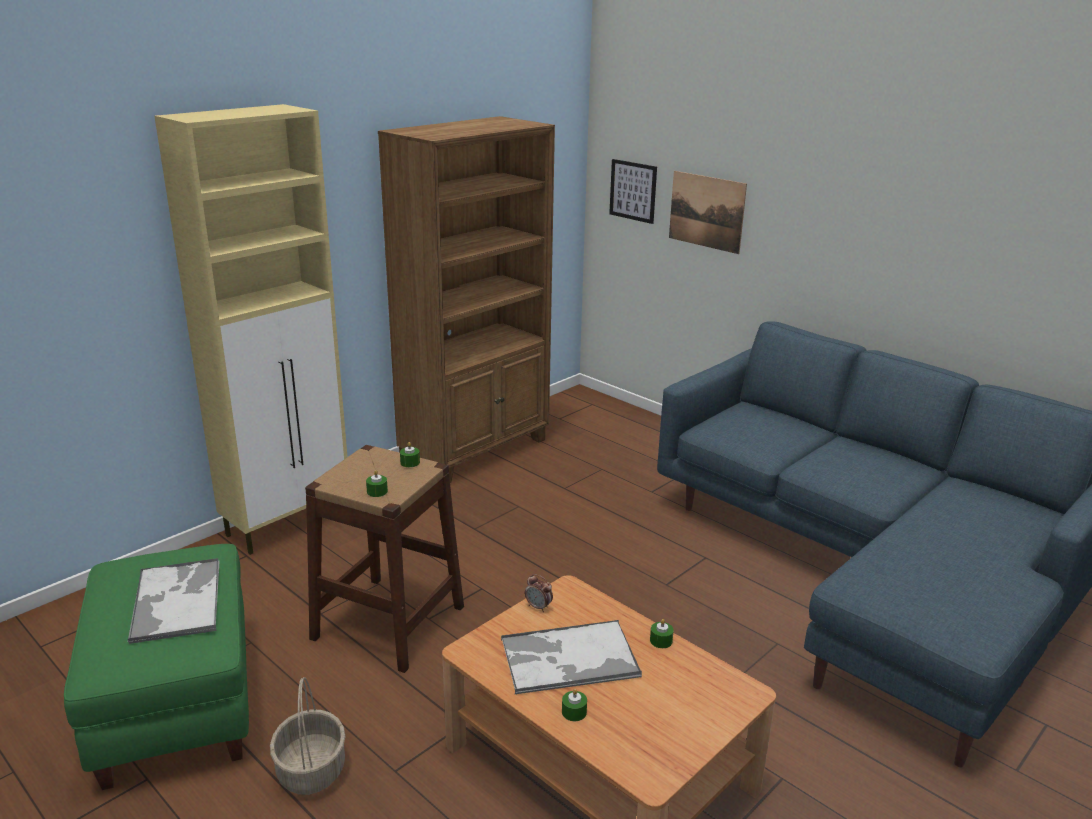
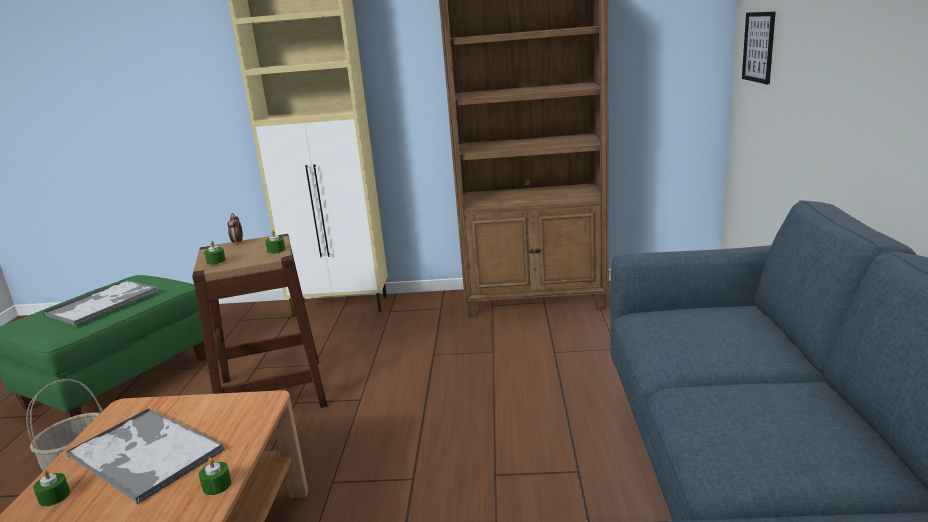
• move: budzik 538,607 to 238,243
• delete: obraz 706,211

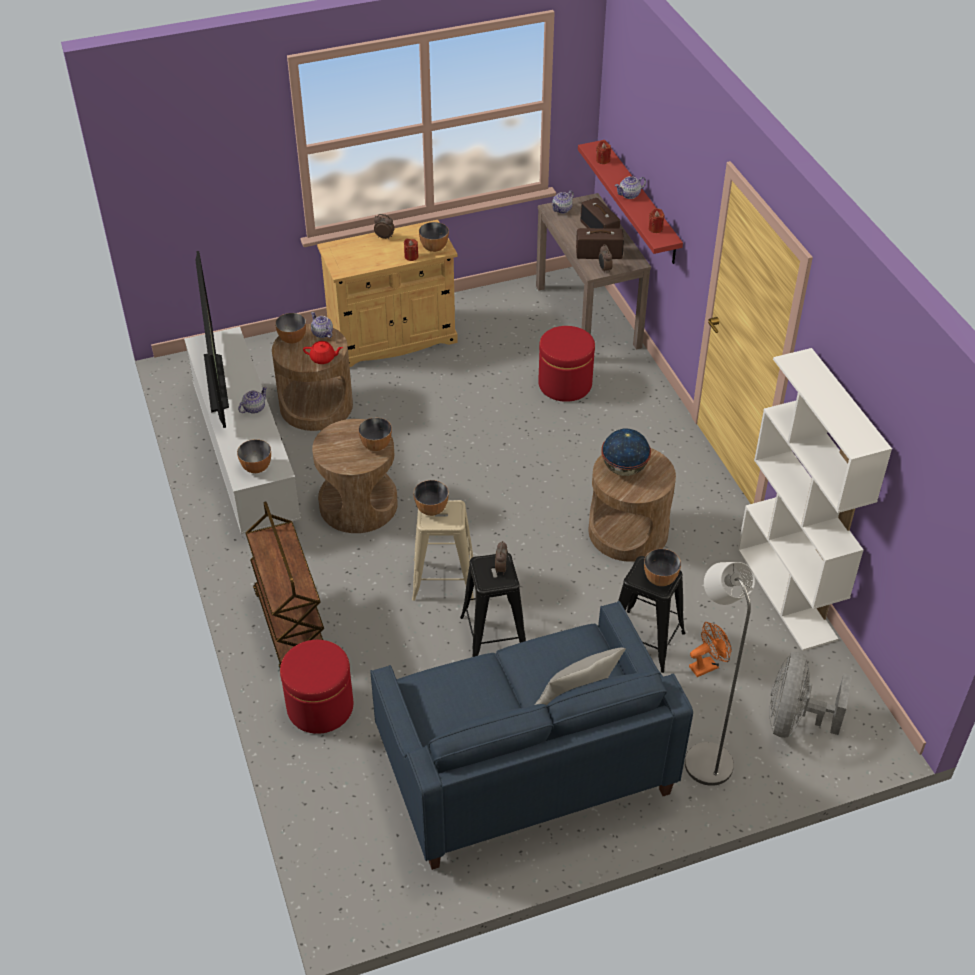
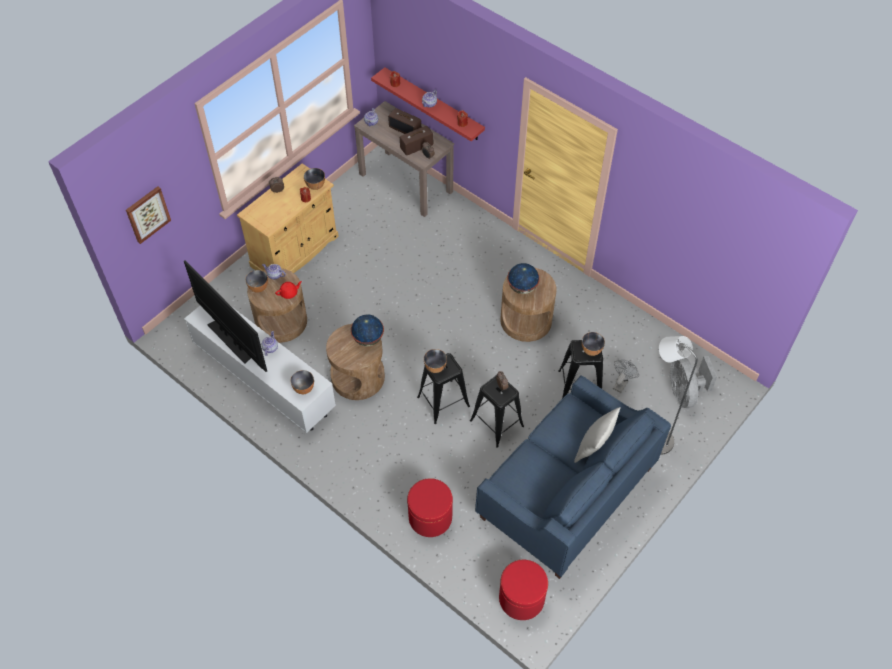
• insert: obraz 147,214
• replace: miska 376,445 to globus 368,339
• recolor: stołek/beżowy 443,579 to stołek/czarny 443,402
• move: pufa/czerwony 565,384 to 521,598
• recolor: wentylator/pomarańczowy 707,665 to wentylator/szary 621,383
• delete: wózek/brązowy 290,626
• delete: regał/biały 787,594

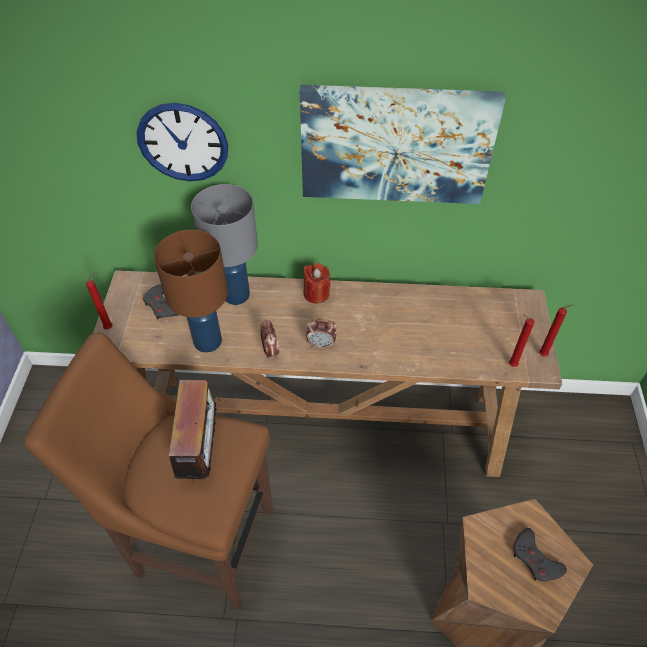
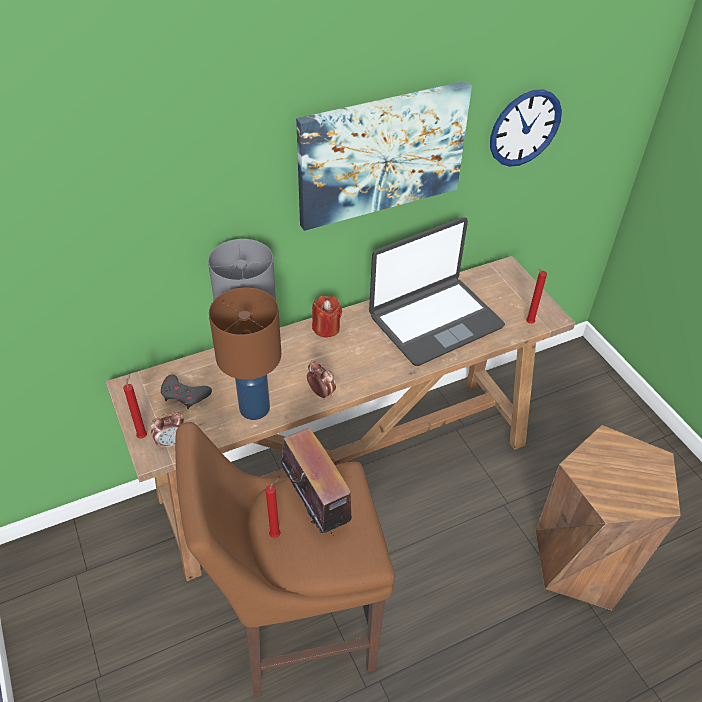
• move: budzik 321,344 to 172,442
• move: świeca/czerwony 544,355 to 276,534
• insert: laptop 435,321
• move: zegar ścienny 183,143 to 525,128
• delete: pad do gier/szary 535,559

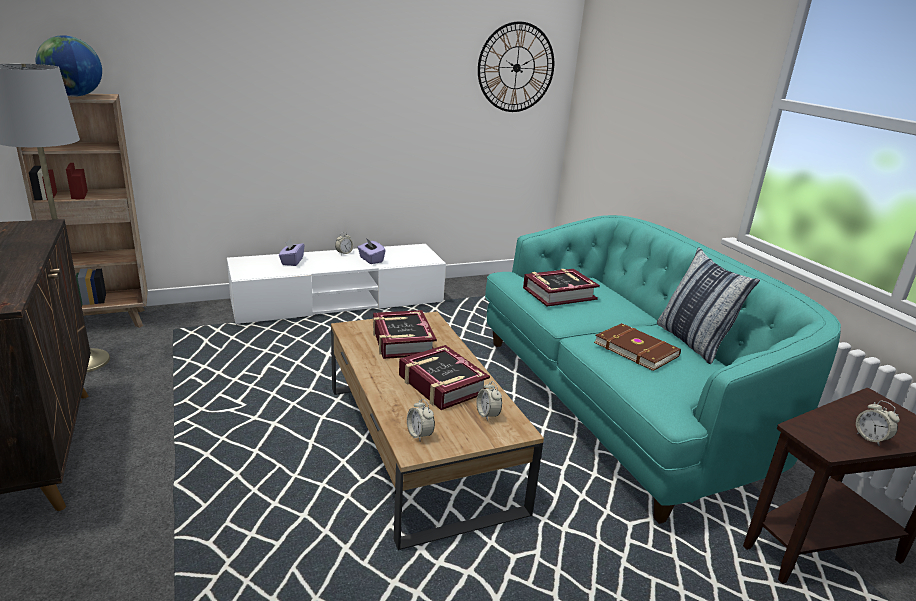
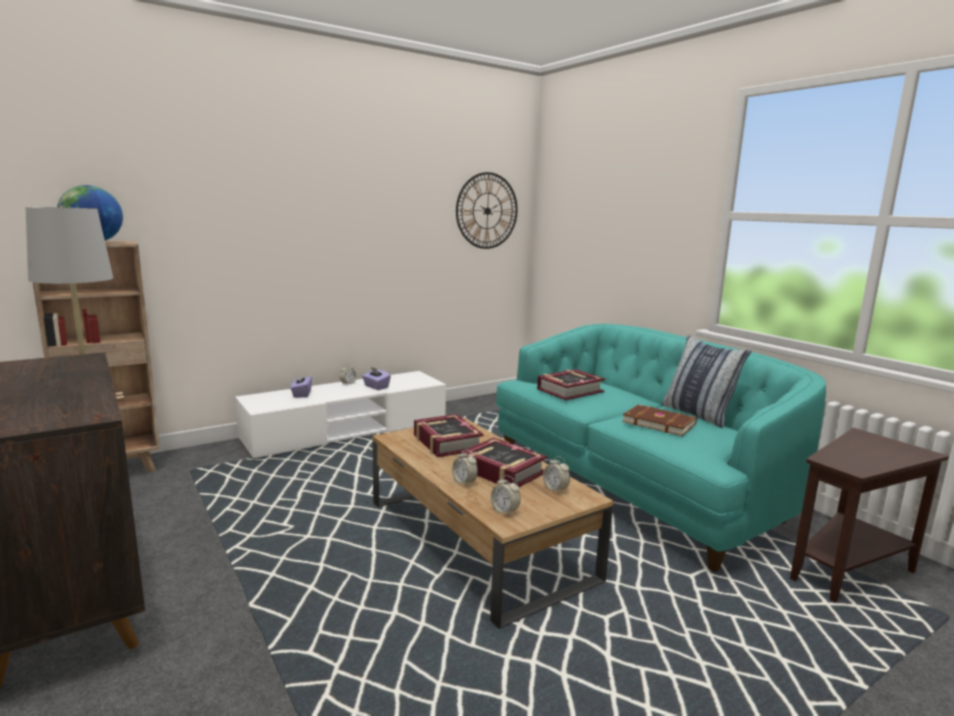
• move: budzik 871,438 to 464,482

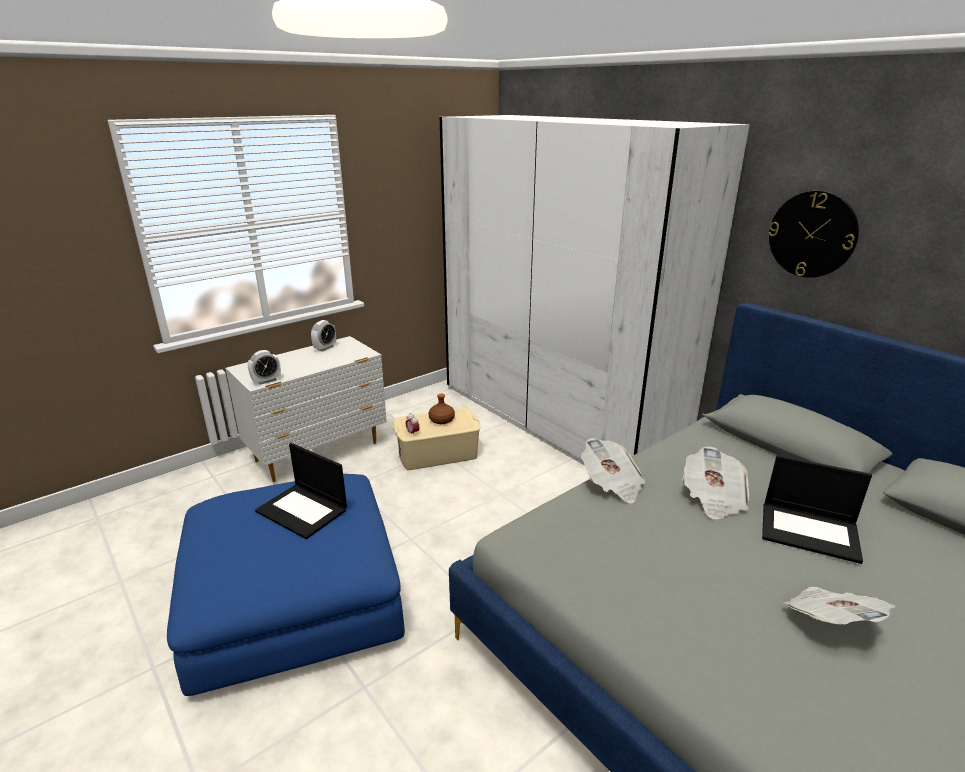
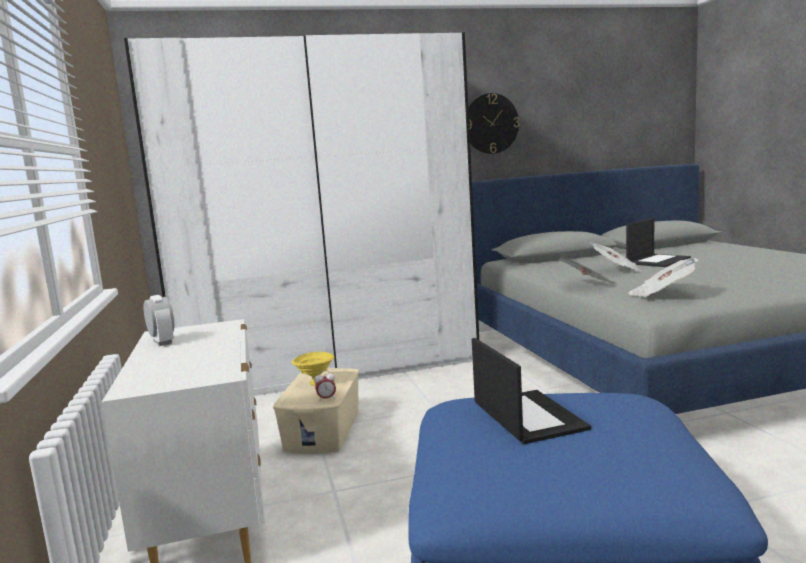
• replace: butelka/brązowy 441,420 to miska/żółty 315,383
• rotate: laptop 303,510 = 527,416 75 degrees counterclockwise
• move: gazeta 830,621 to 662,294
• delete: budzik 266,381

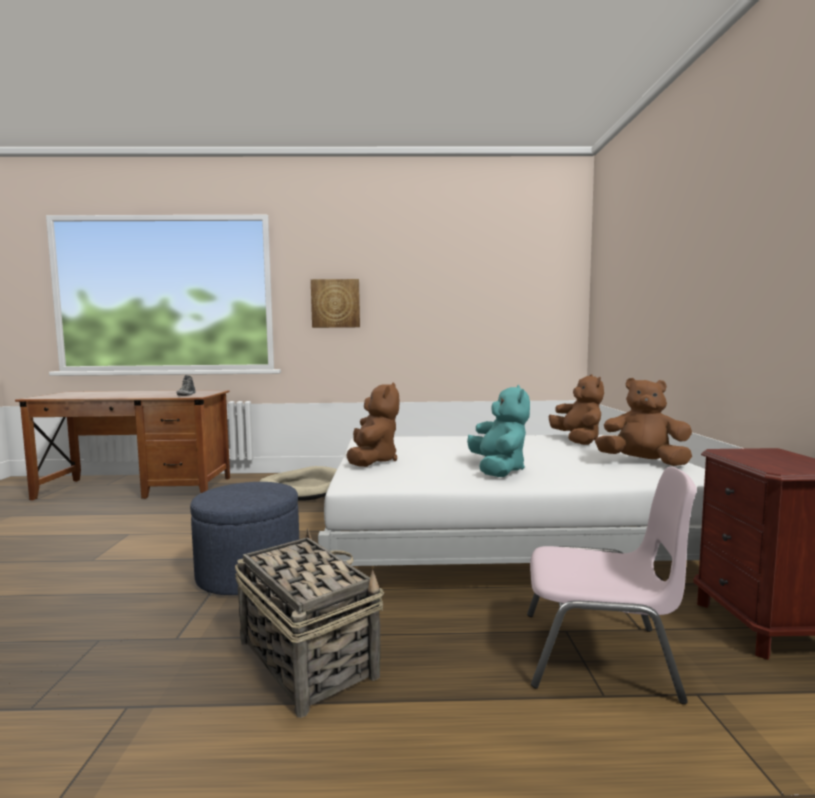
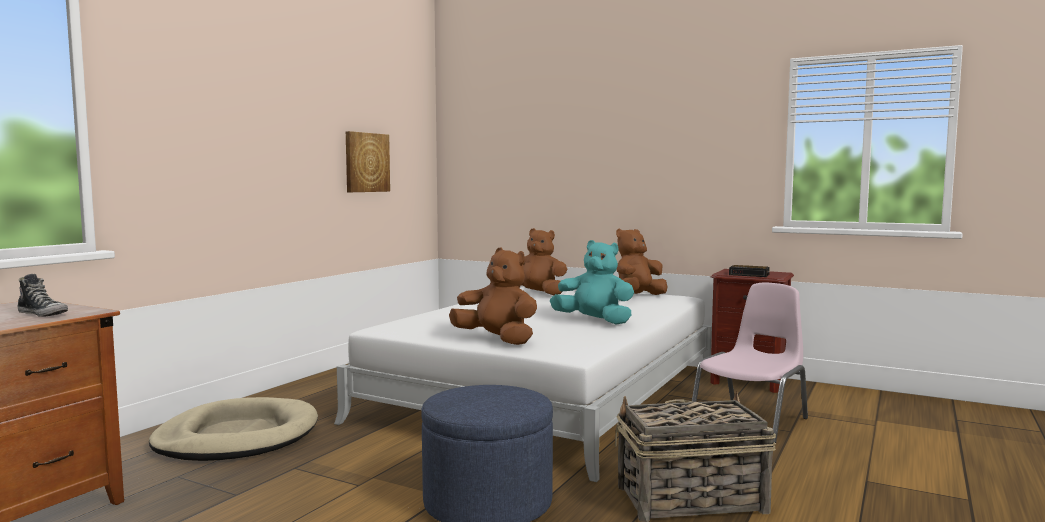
• move: obraz 335,303 to 366,162
• insert: budzik 750,274

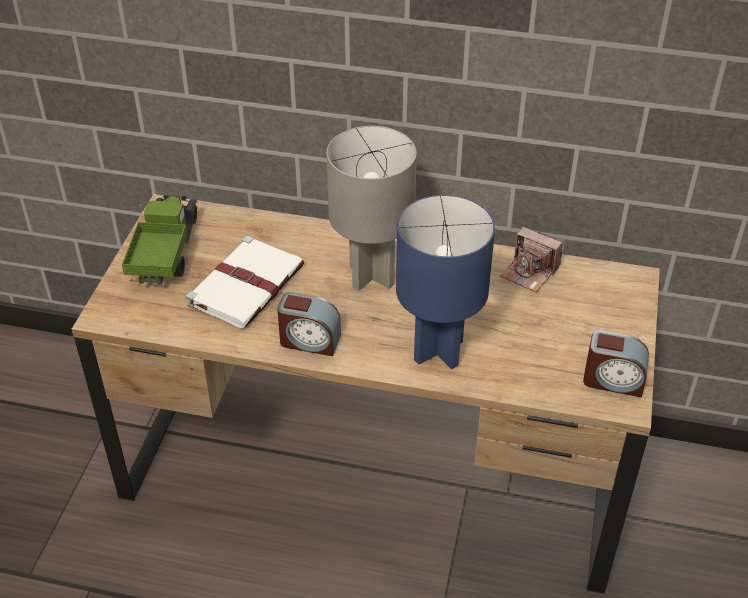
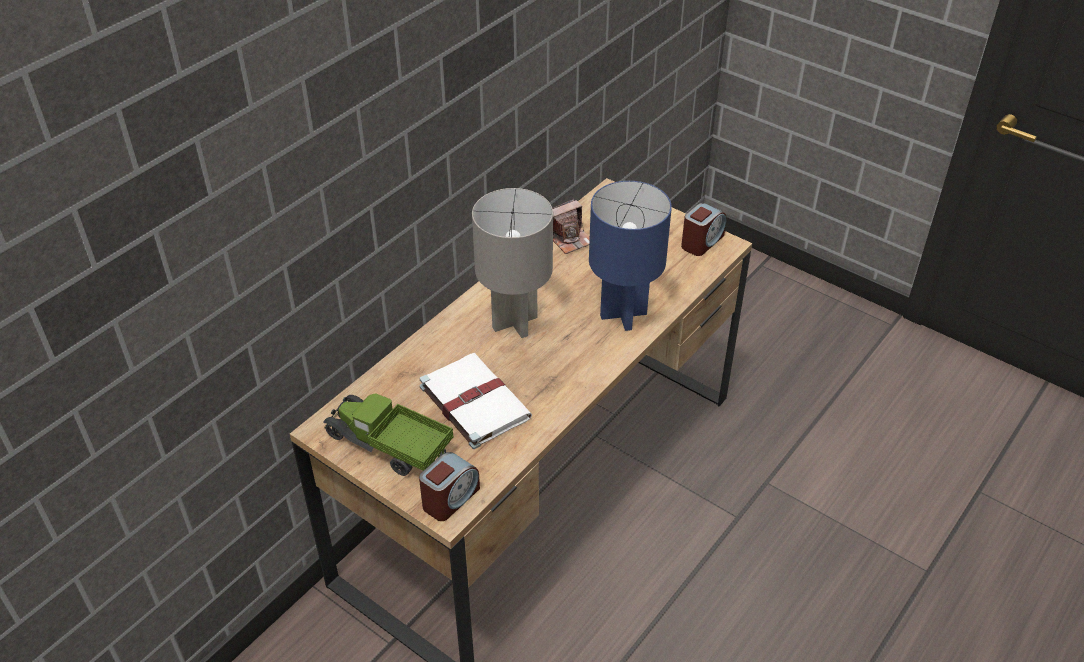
• move: budzik 309,341 to 450,498

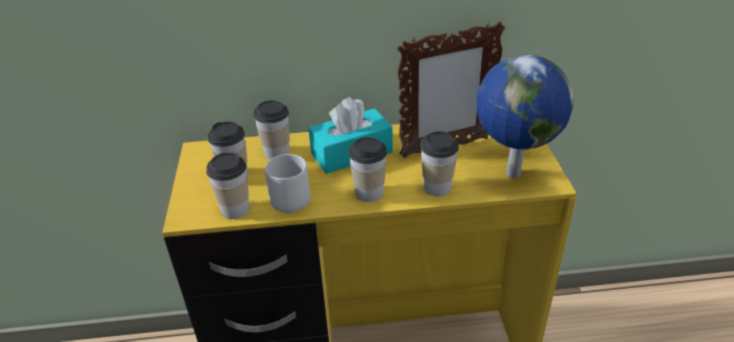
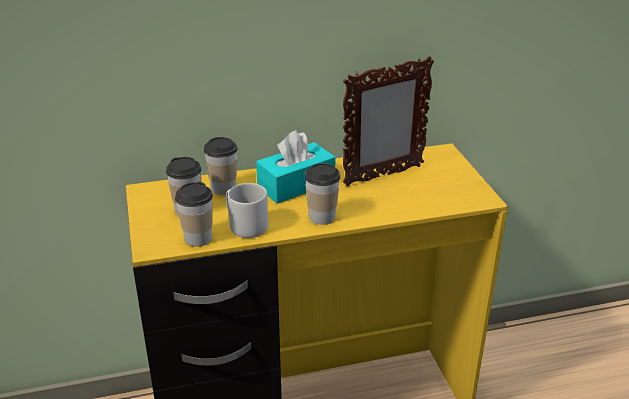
• delete: filiżanka 437,187
• delete: globus 511,174

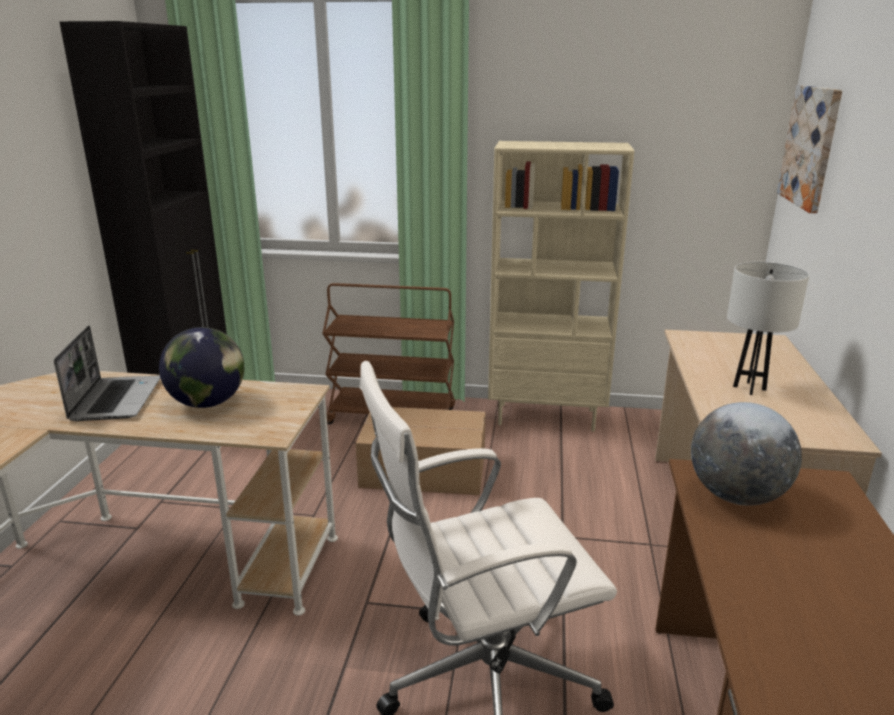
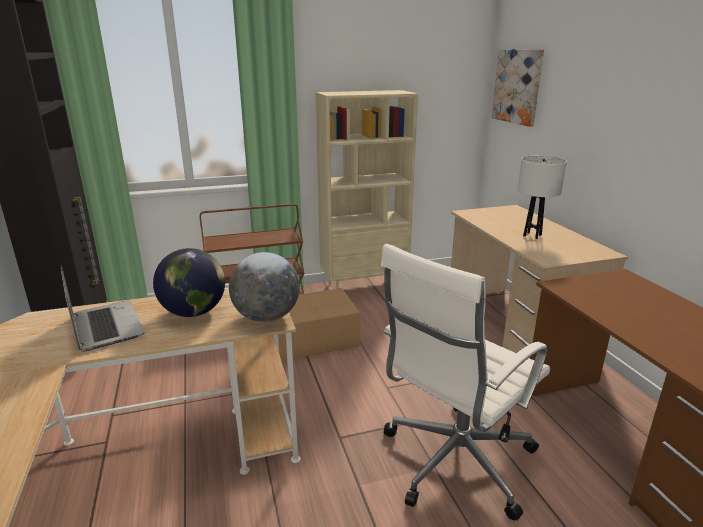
• move: globus 736,496 to 266,317

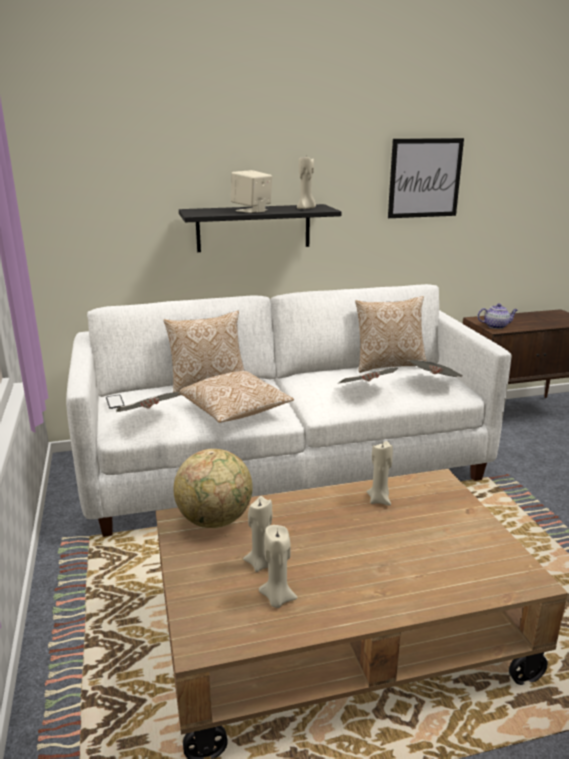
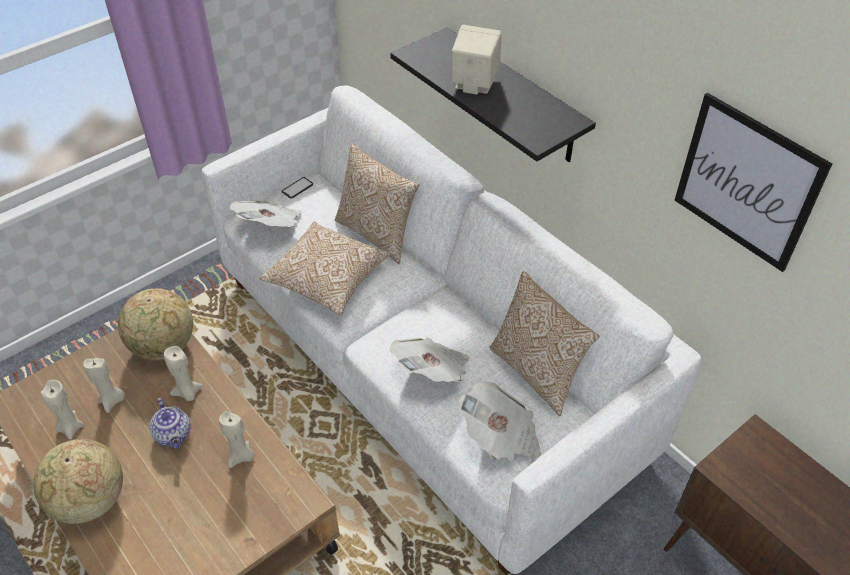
• insert: globus 90,501
• move: imbryk 496,326 to 174,435
• move: świeca/beżowy 306,208 to 187,393

